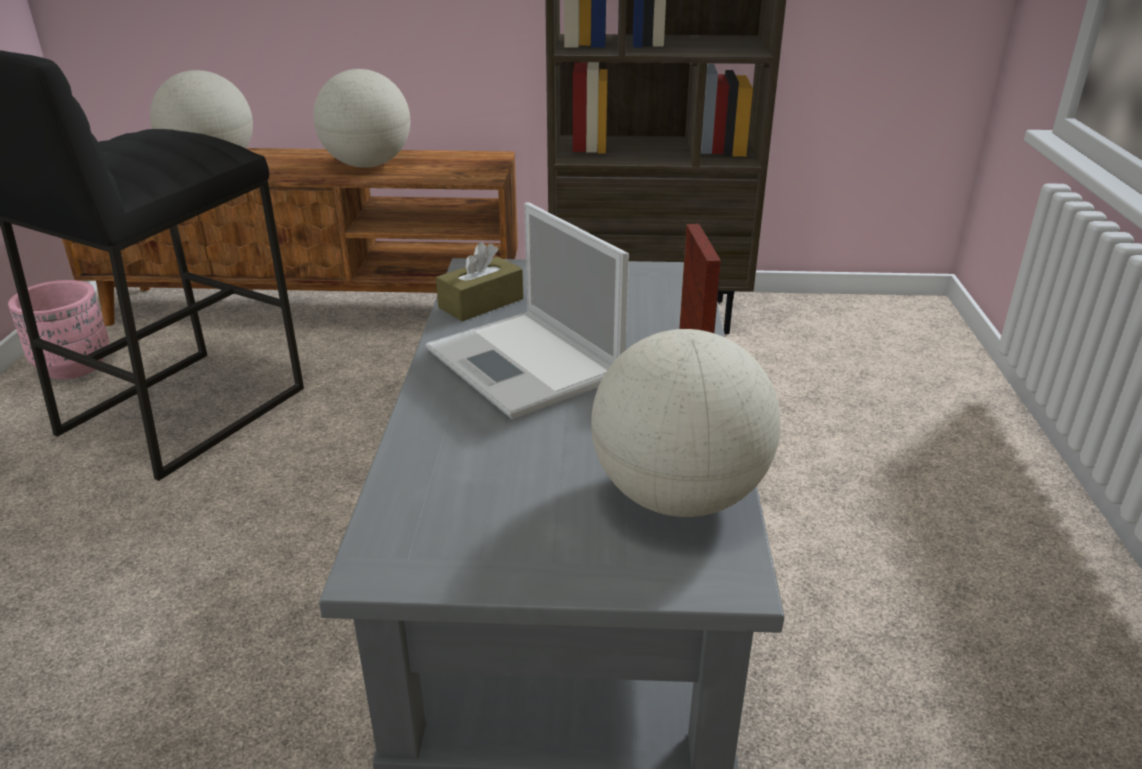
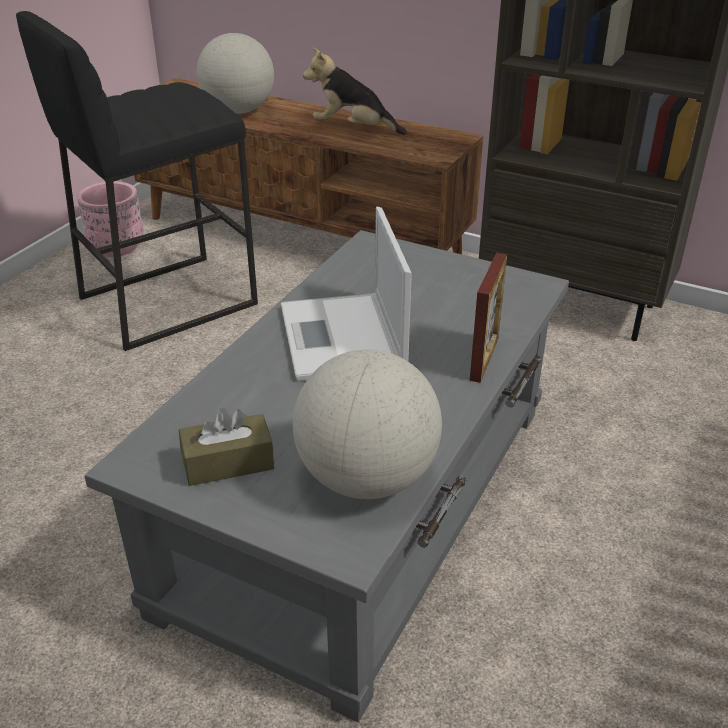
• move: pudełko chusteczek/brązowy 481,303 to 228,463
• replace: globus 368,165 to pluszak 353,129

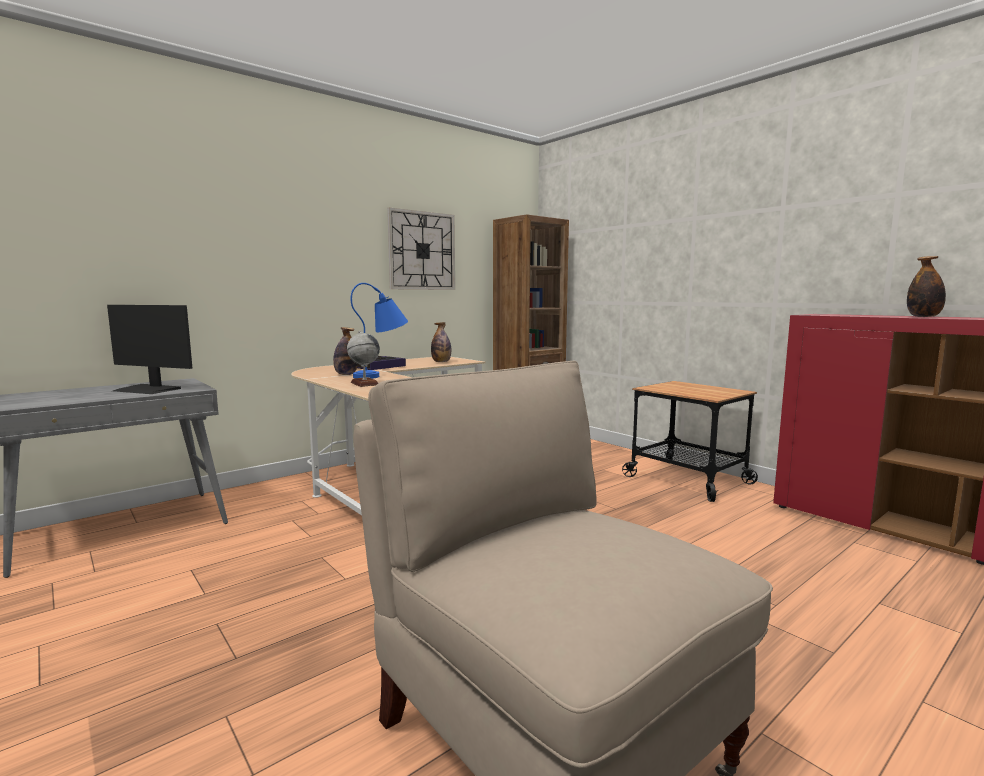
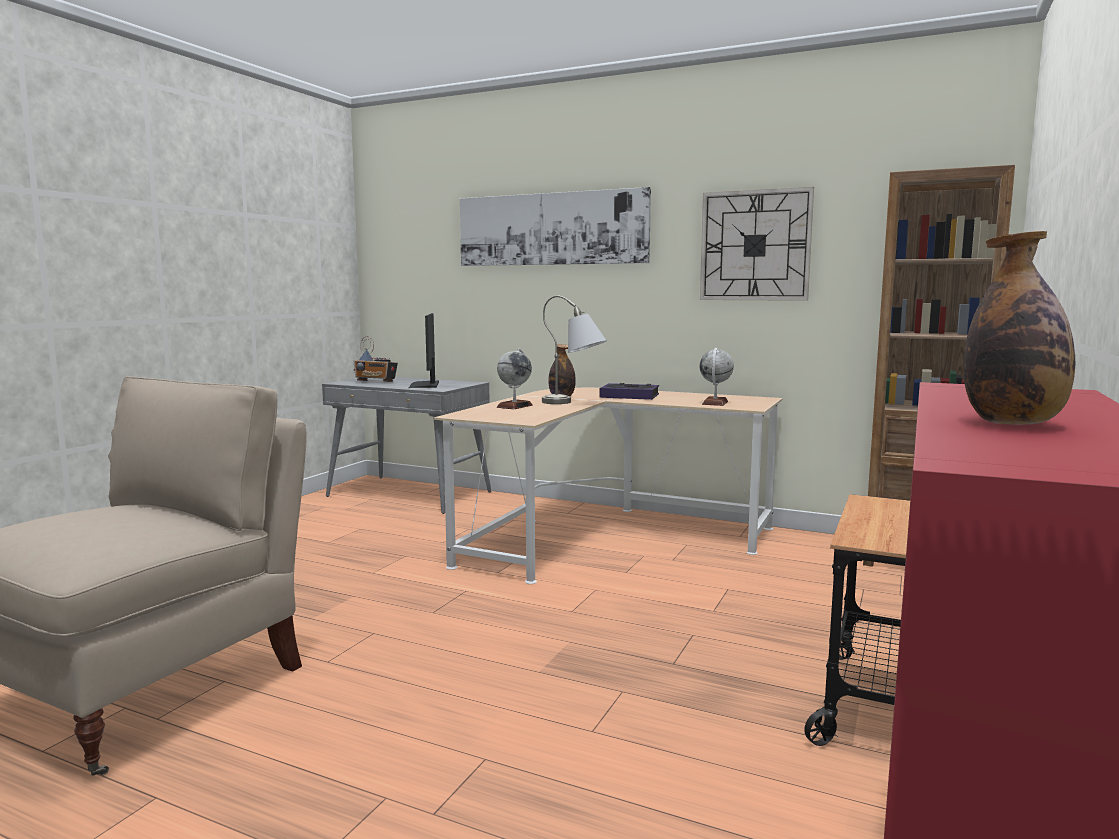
• insert: radio 376,382
• insert: obraz 551,229
• recolor: lampa stołowa/niebieski 382,375 to lampa stołowa/szary 574,403
• replace: butelka 441,362 to globus 715,403

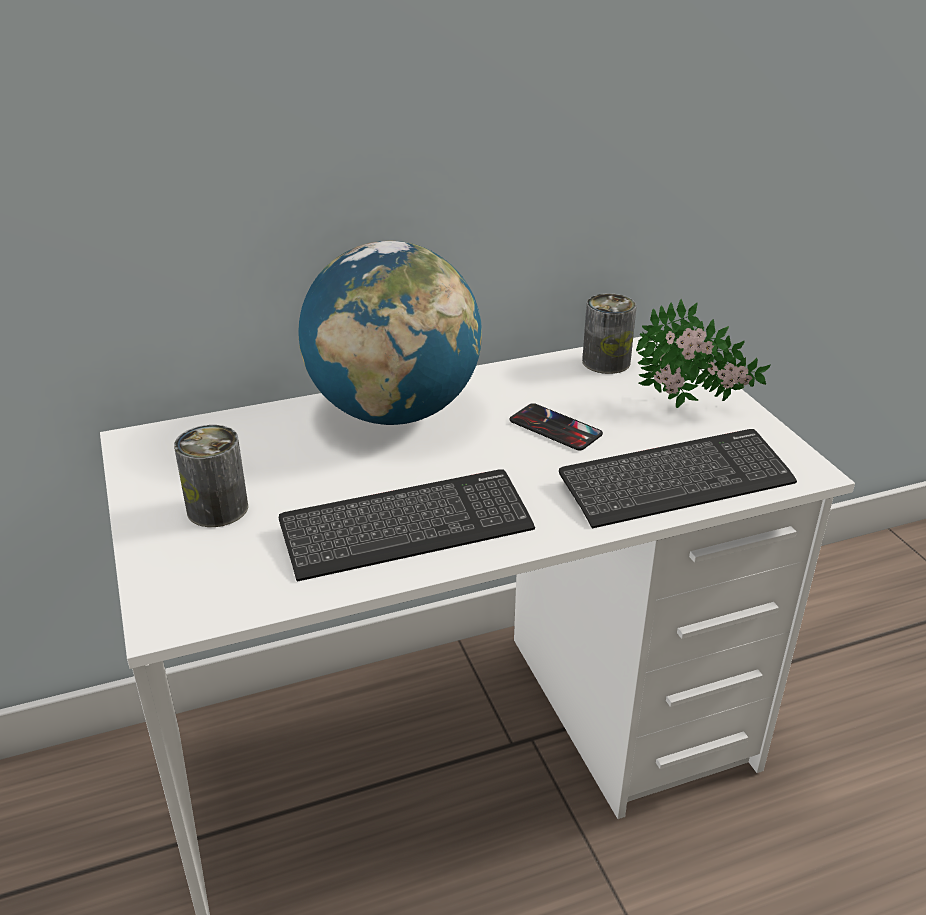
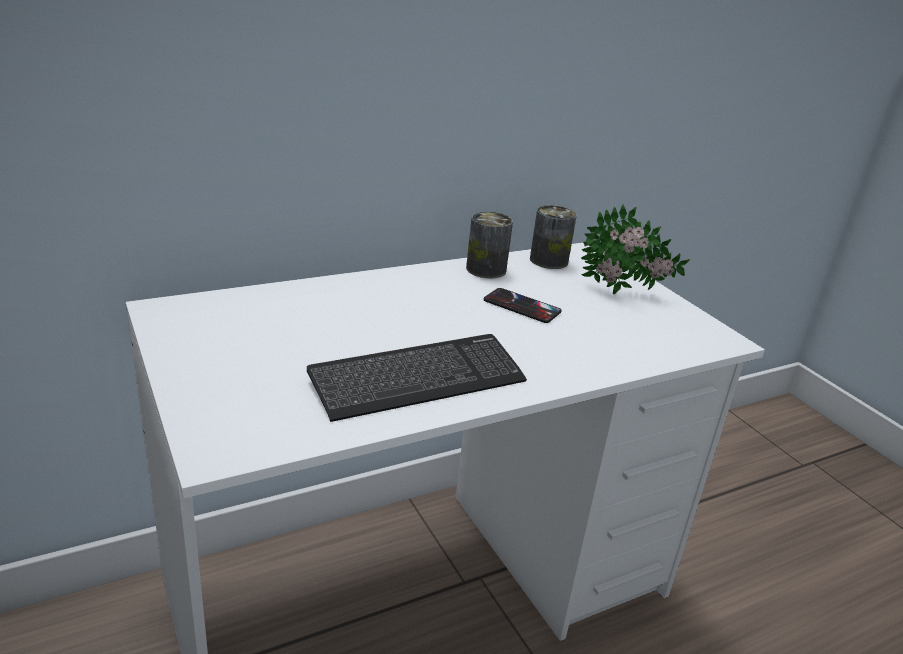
• move: puszka 217,508 to 486,269
• delete: globus 394,412
• delete: klawiatura 676,482

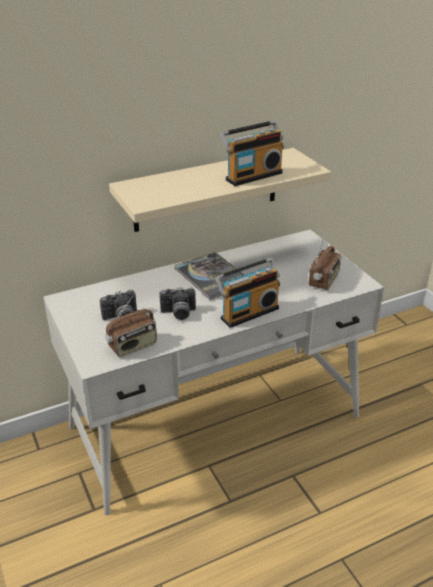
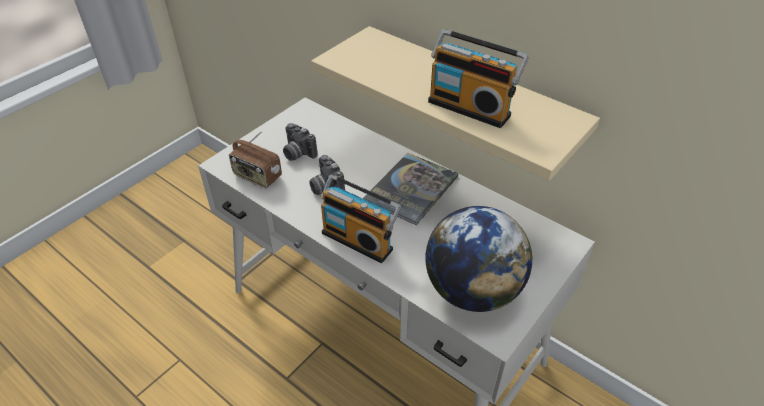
• replace: radio 324,281 to globus 472,290

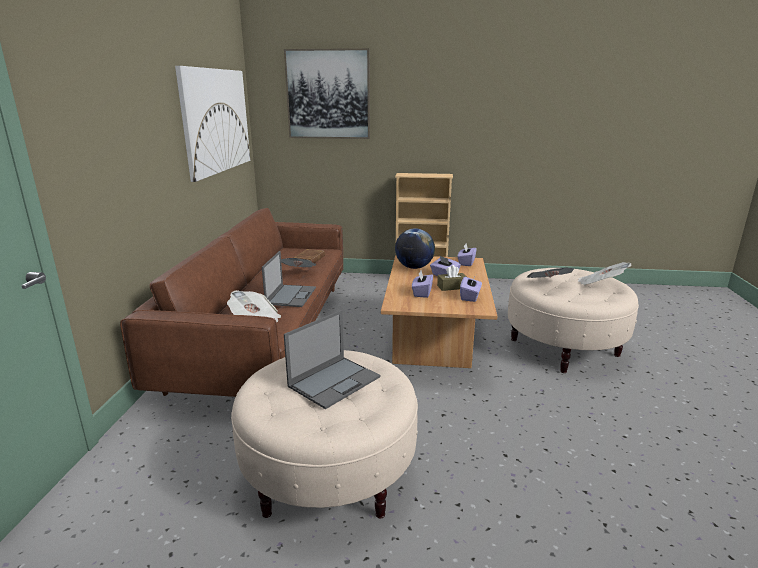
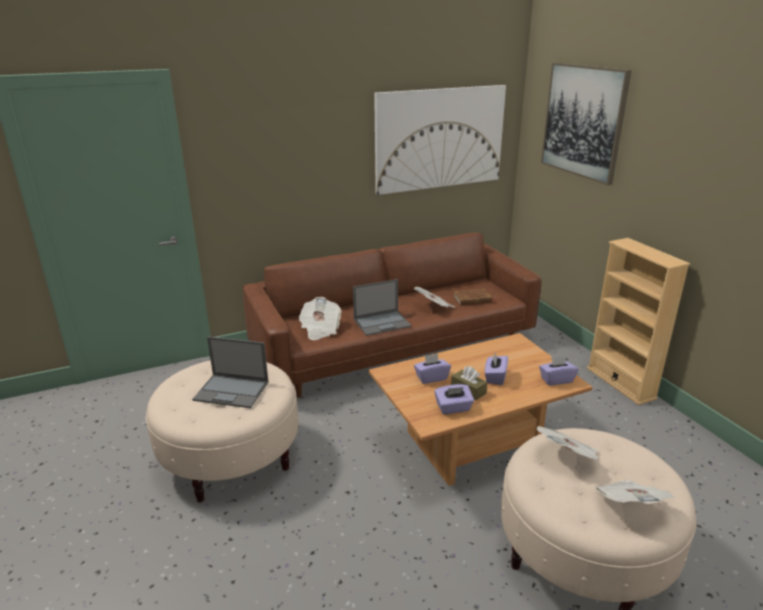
• delete: globus 414,267

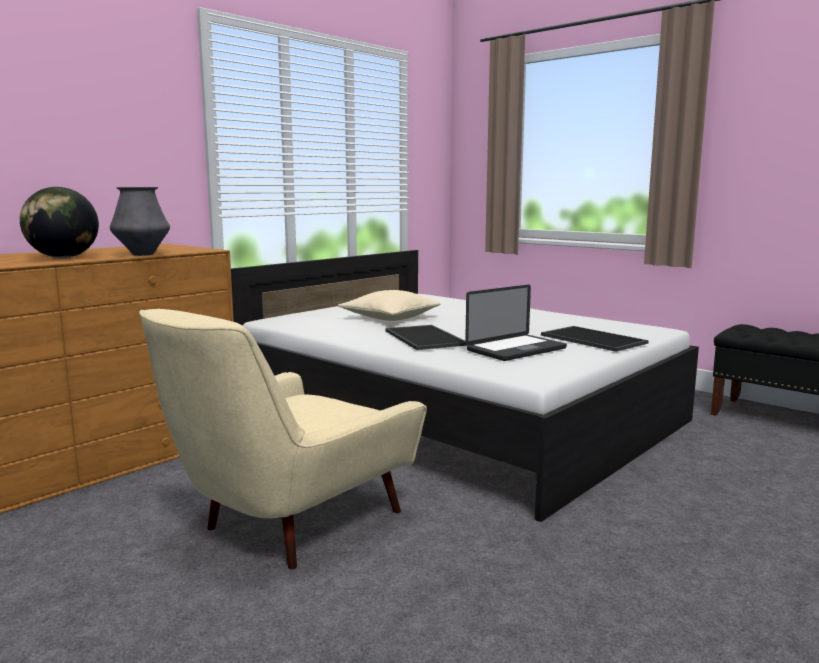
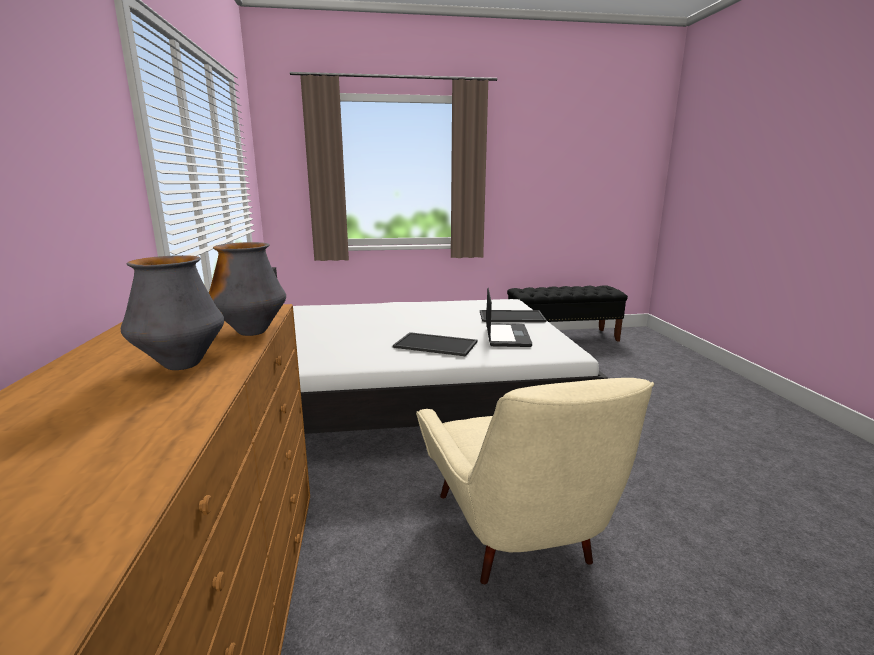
• replace: globus 63,257 to wazon 181,365
• delete: poduszka/beżowy 390,318

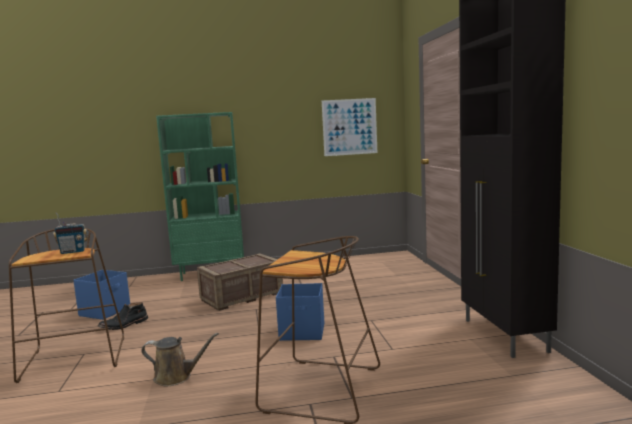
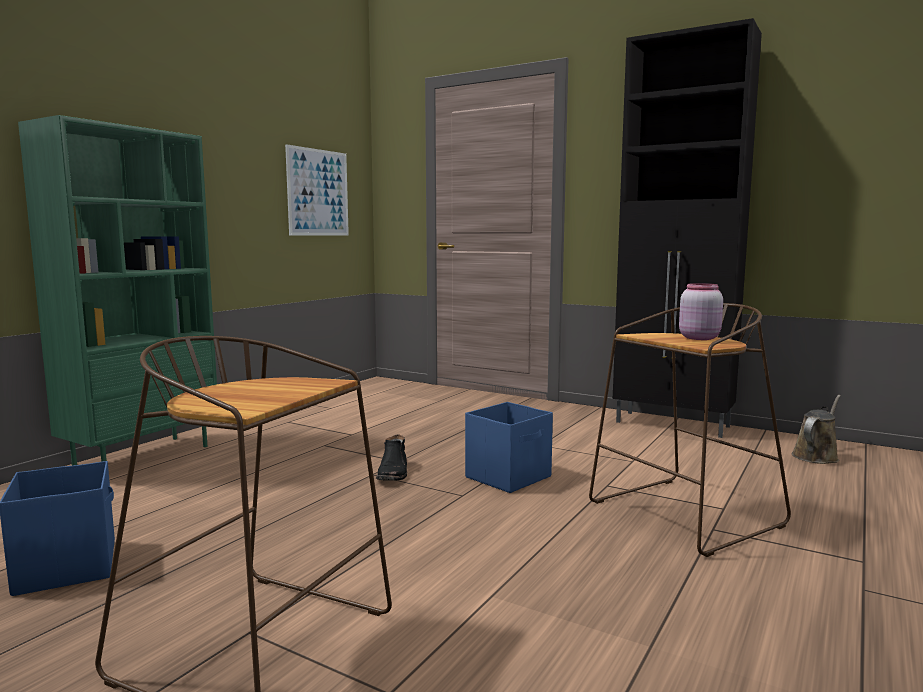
• move: but z cholewką/czarny 124,325 to 393,473
• insert: słoik/różowy 698,338
• move: konewka/brązowy 176,377 to 816,456
• delete: radio 73,252
• delete: skrzynka 242,296

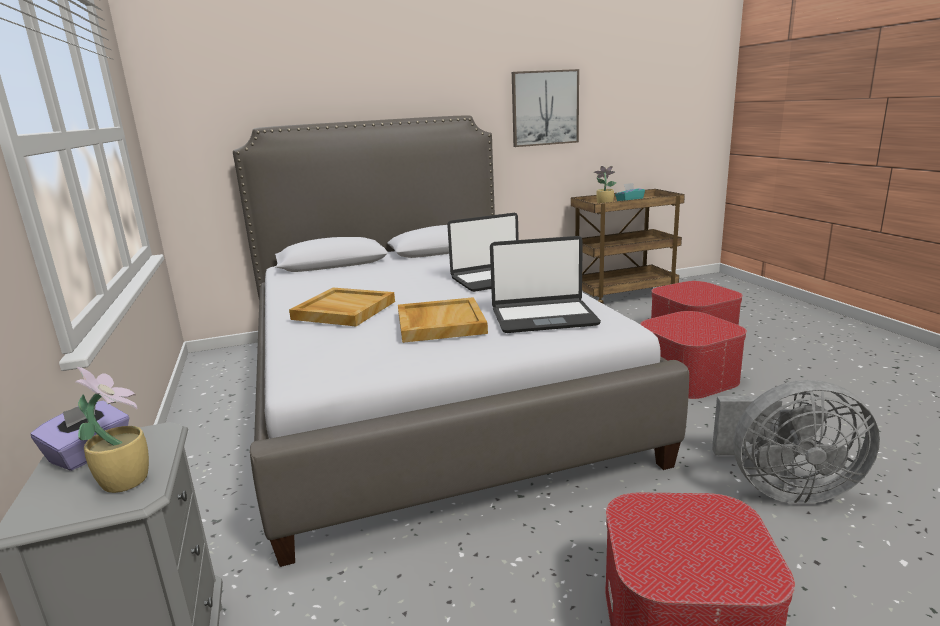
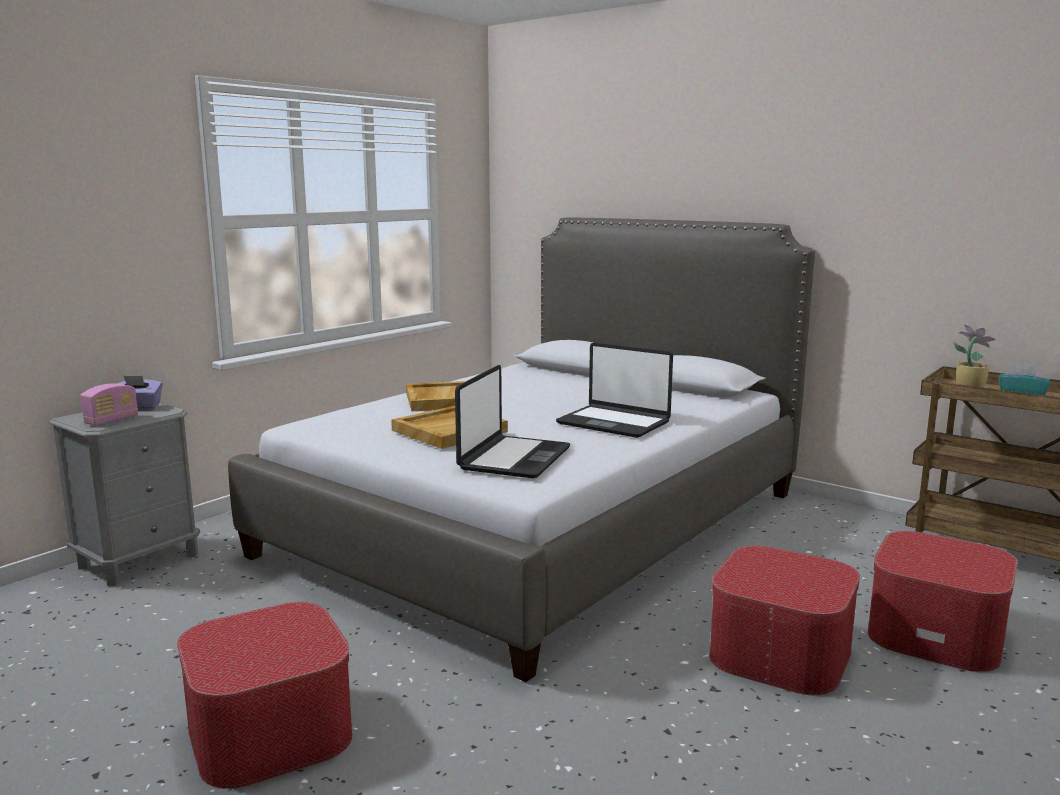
• replace: roślina doniczkowa 126,480 to radio 111,420
• rotate: laptop 543,317 = 513,458 120 degrees counterclockwise
• delete: obraz 545,108
• delete: wentylator/szary 783,488

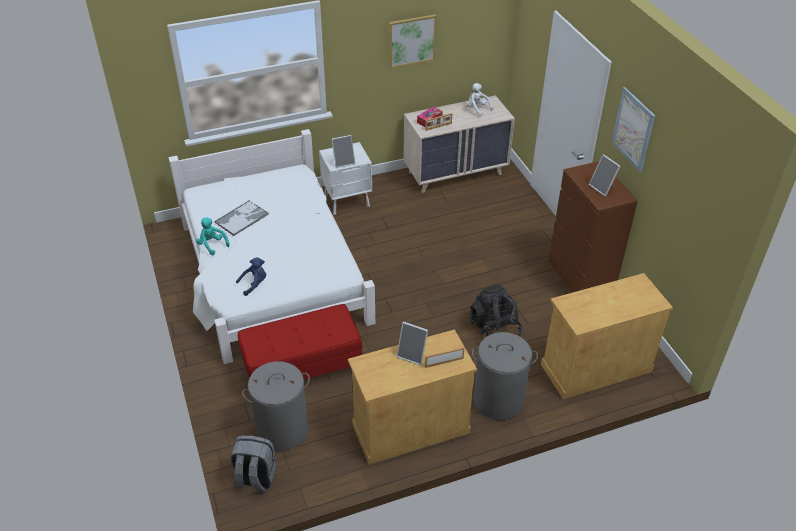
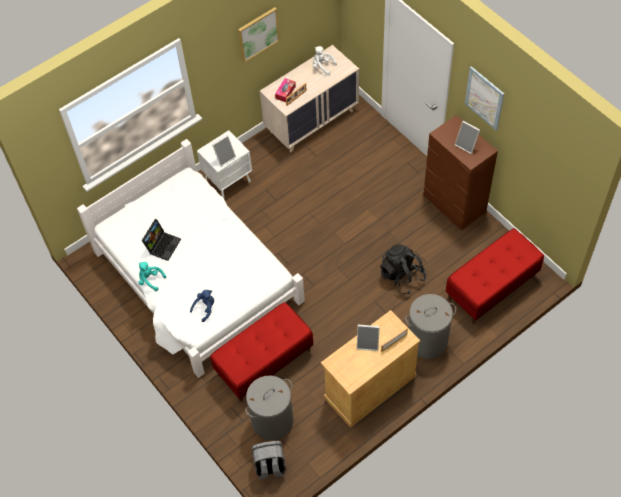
• replace: taca 242,218 to laptop 162,244
• replace: szafka/beżowy 595,367 to ławka/czerwony 491,287

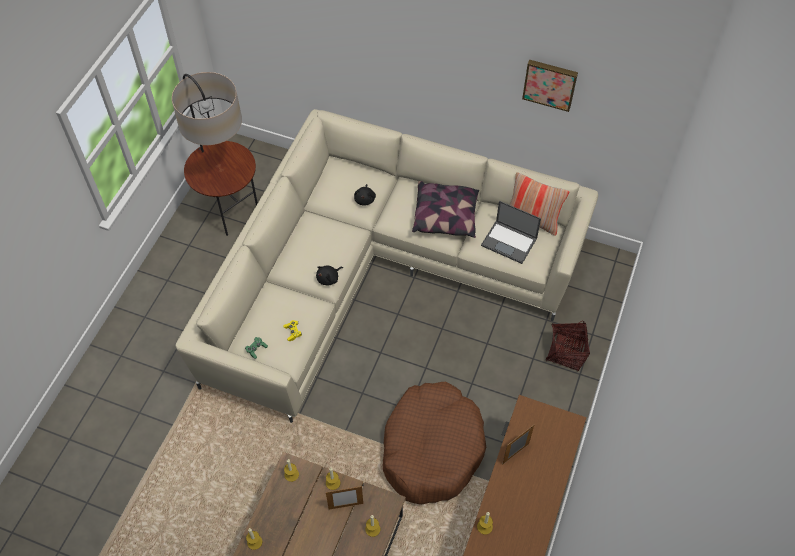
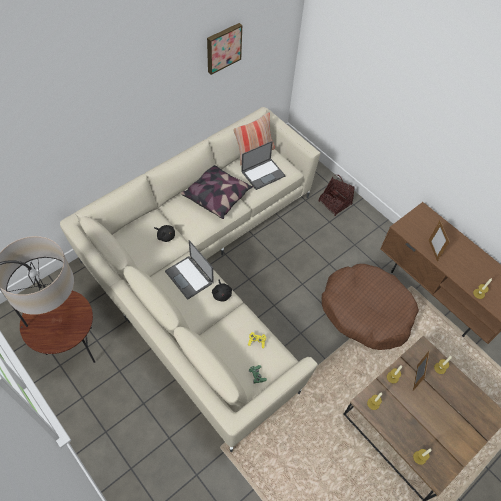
• insert: laptop 189,277

